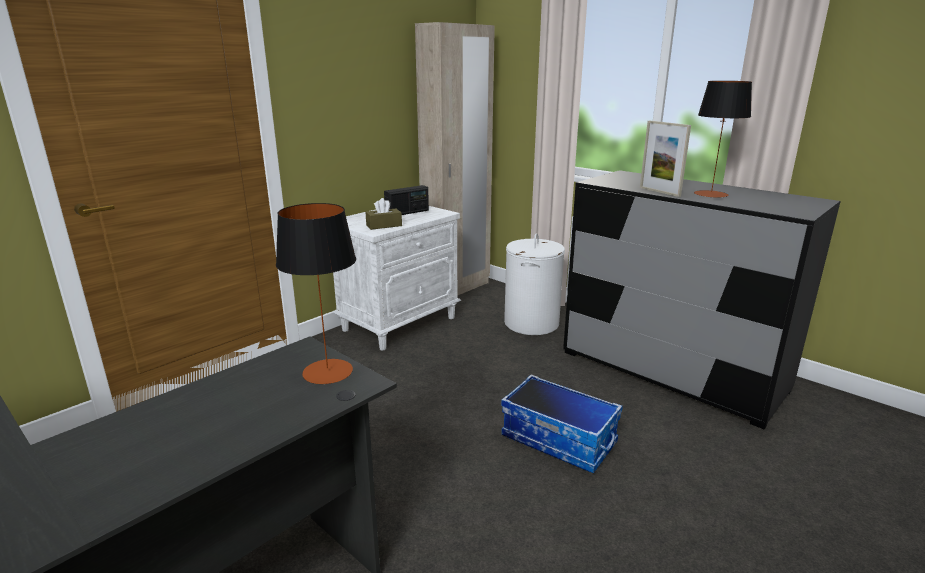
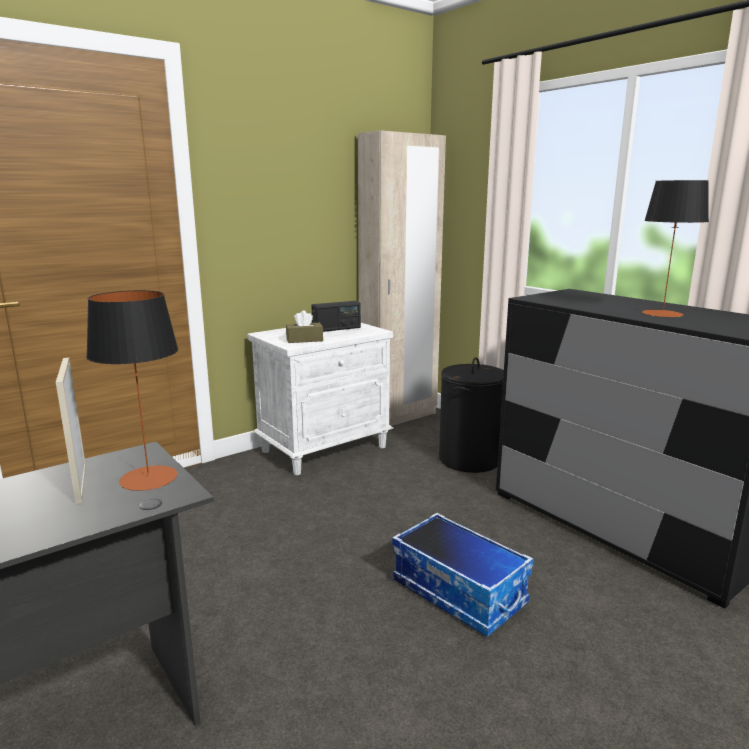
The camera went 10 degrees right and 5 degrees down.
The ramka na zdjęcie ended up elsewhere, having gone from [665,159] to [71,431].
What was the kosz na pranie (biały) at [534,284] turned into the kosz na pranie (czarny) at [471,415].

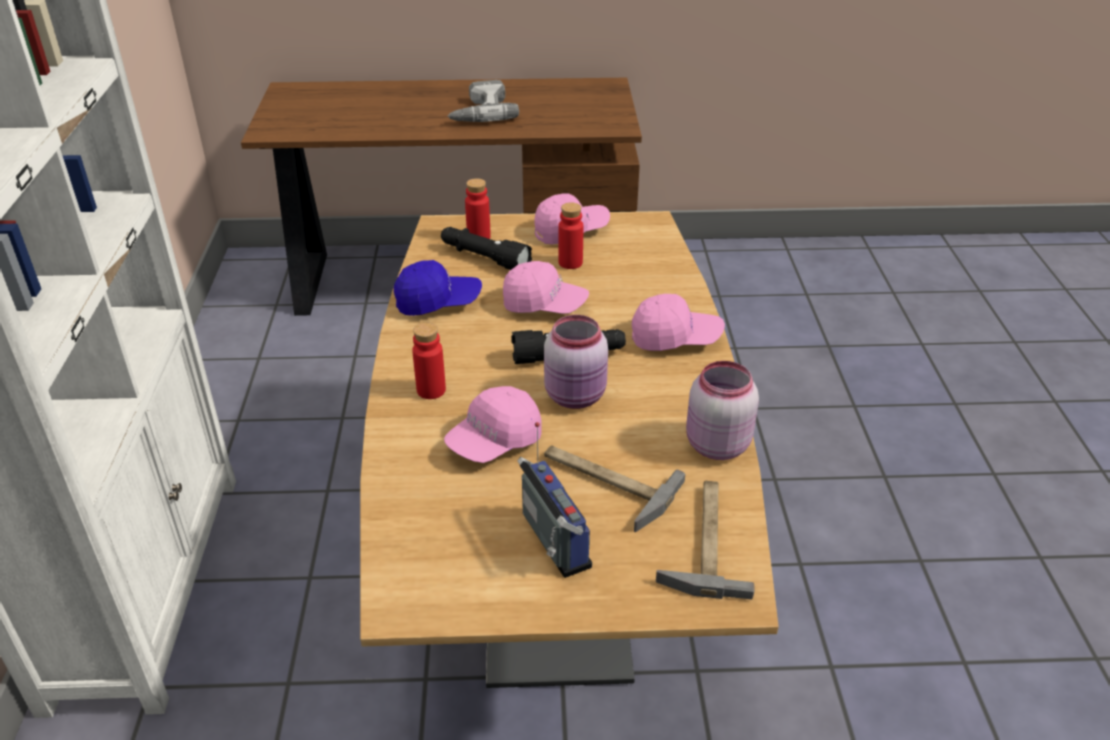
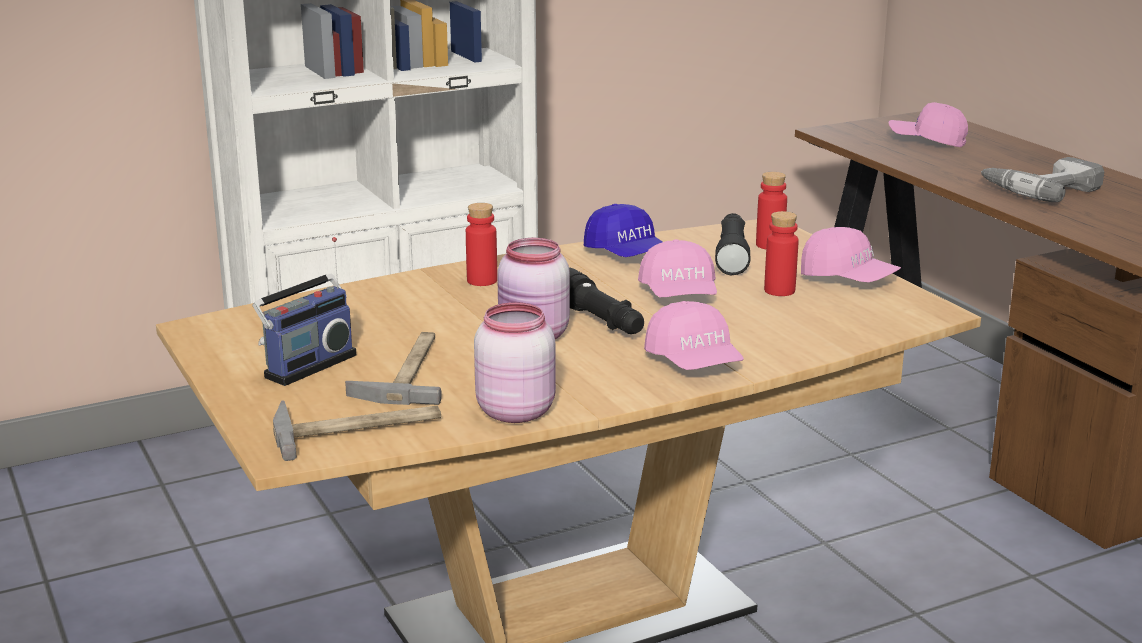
The camera went 65 degrees right and 15 degrees down.
The czapka z daszkiem (różowy) ended up elsewhere, having gone from [493,424] to [928,124].

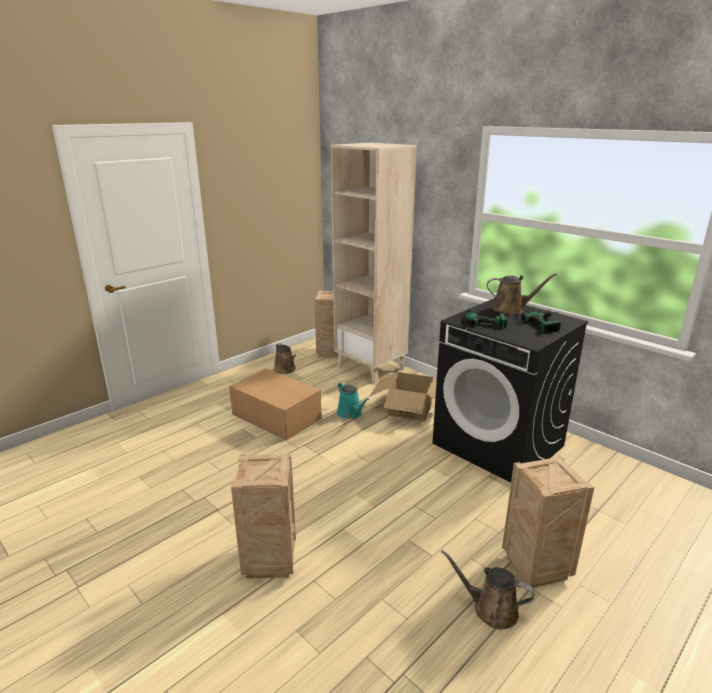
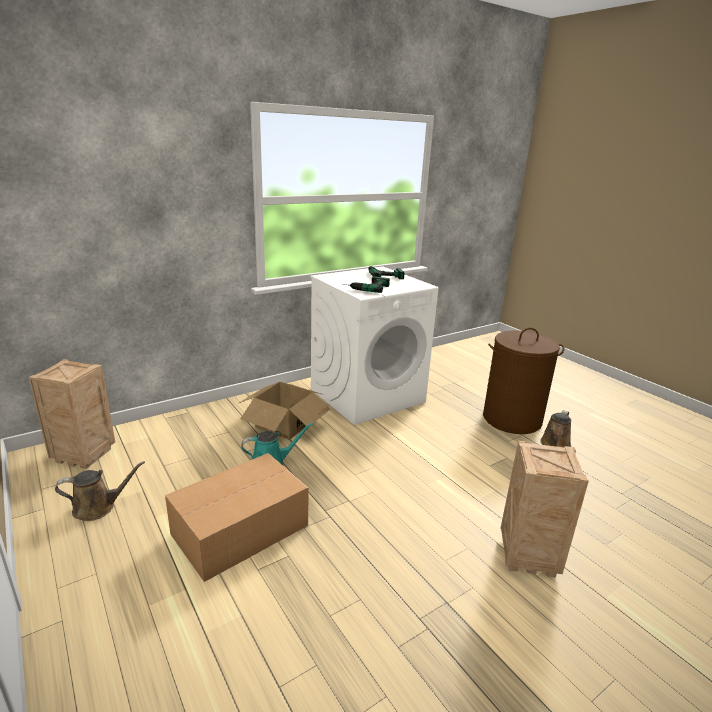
The camera went 80 degrees left and 0 degrees up.
What was the pralka (czarny) at [510,391] turned into the pralka (biały) at [374,345].
Where the skrzynka stood at [548,521], the kosz na pranie (brązowy) came to stand at [524,381].
The second view lost the regał (beżowy) at [374,263].
The second view lost the konewka (brązowy) at [522,293].

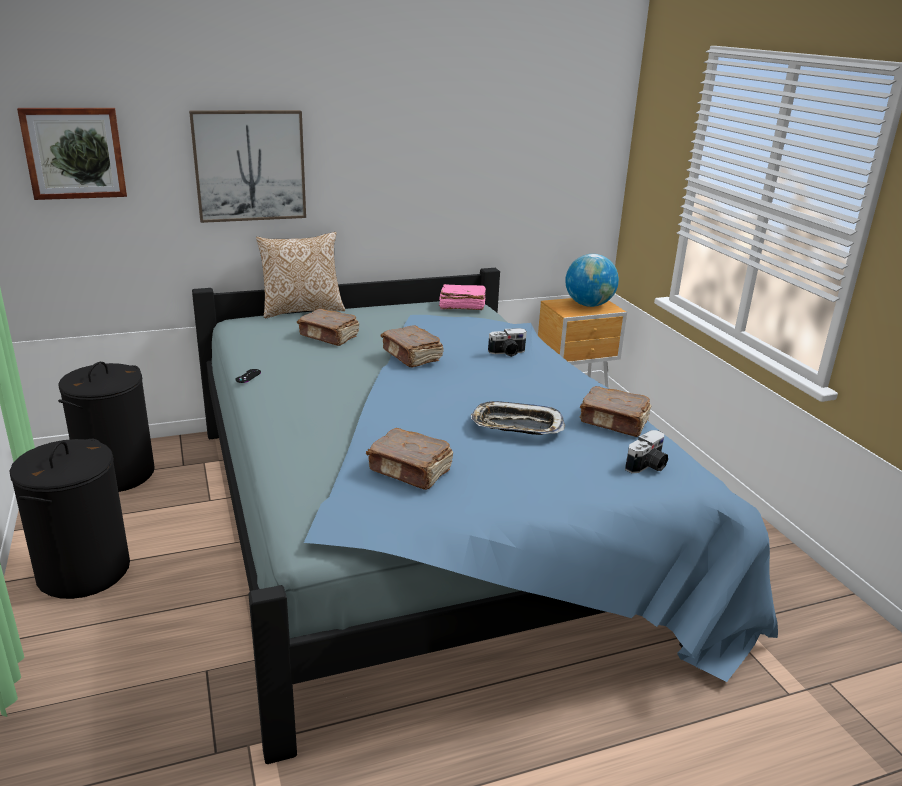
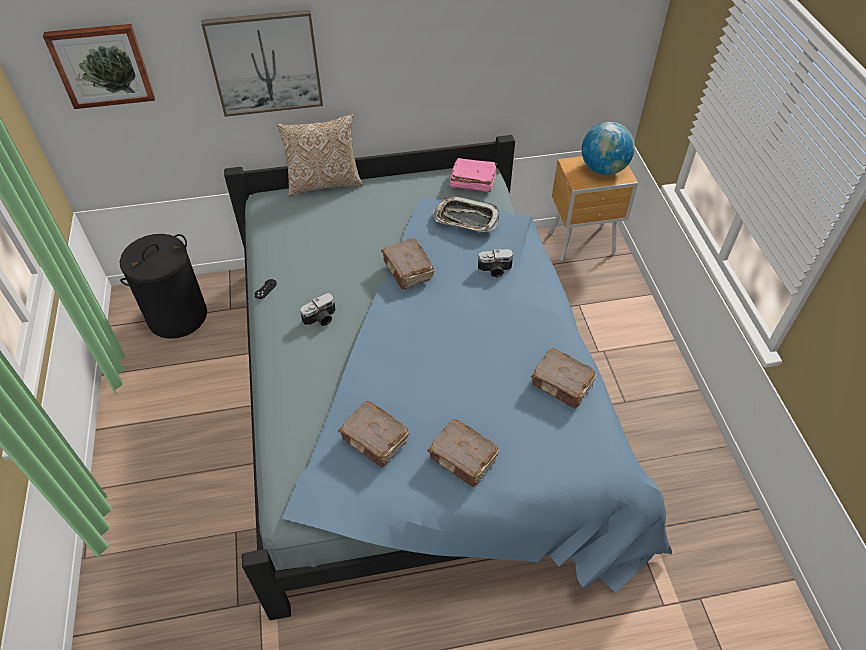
The camera went 10 degrees right and 25 degrees up.
The aparat fotograficzny ended up elsewhere, having gone from [646,451] to [318,309].
The książka (brązowy) ended up elsewhere, having gone from [328,327] to [463,453].
The taca ended up elsewhere, having gone from [518,418] to [466,214].
The second view lost the kosz na pranie (czarny) at [69,519].

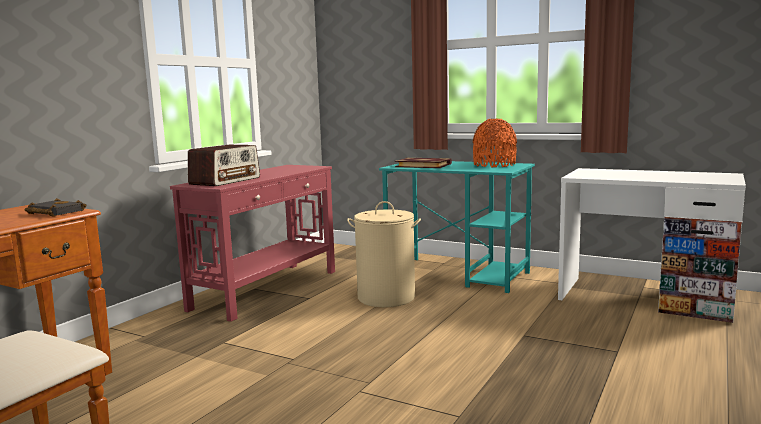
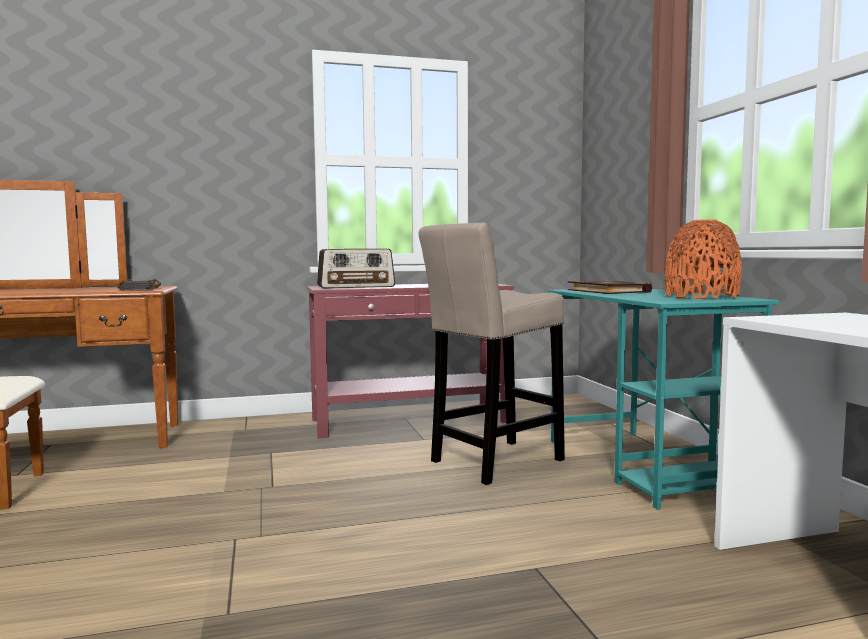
The camera went 45 degrees right and 5 degrees down.
Where the kosz na pranie (beżowy) stood at [384,254], the stołek (beżowy) came to stand at [492,354].

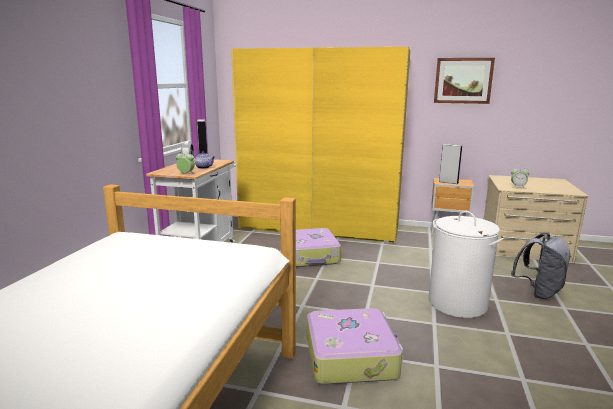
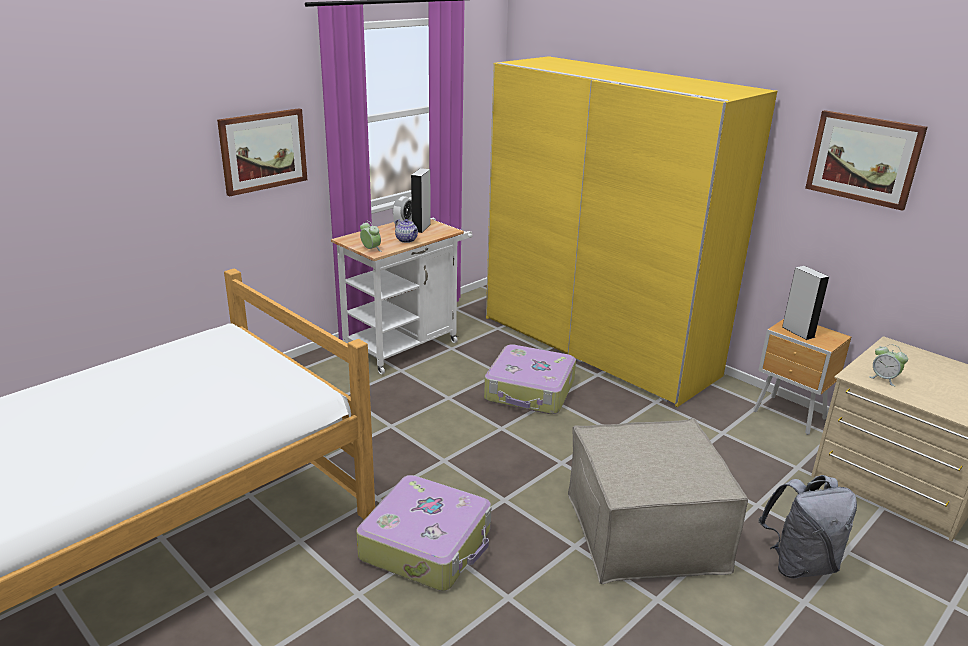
The camera went 30 degrees right and 10 degrees up.
The second view gained the obraz at [262,152].
Where the kosz na pranie (biały) stood at [467,264], the pufa (beżowy) came to stand at [658,501].

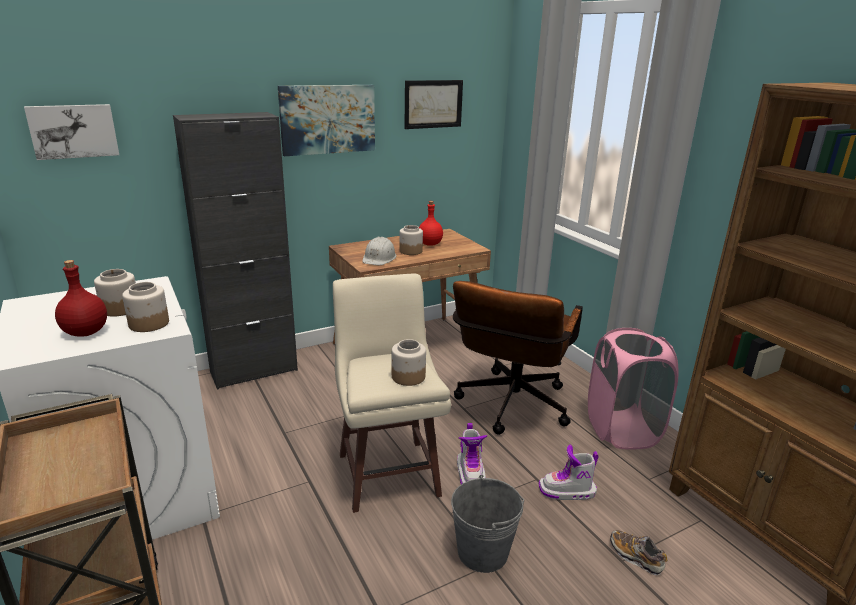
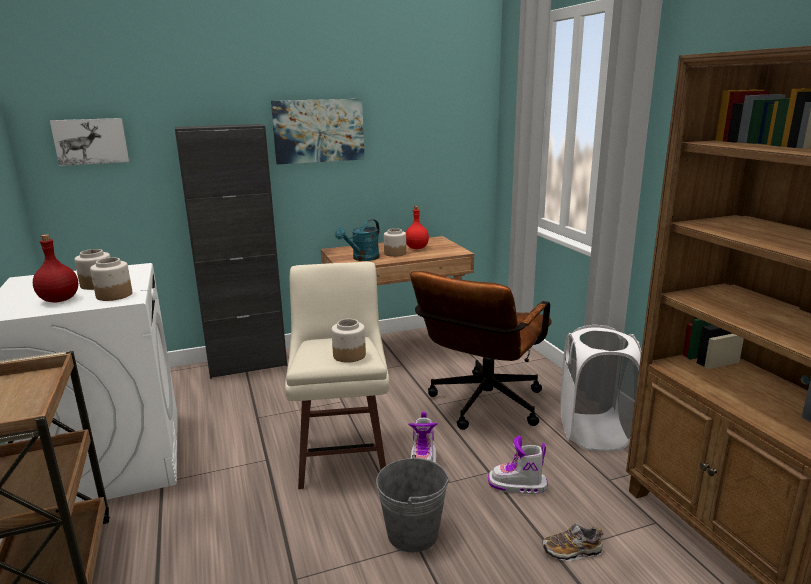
The camera went 10 degrees right and 5 degrees down.
Where the kask (biały) stood at [379,251], the konewka (turkusowy) came to stand at [357,240].
The but at [639,552] ended up facing another way, 60 degrees counterclockwise from before.
What was the kosz na pranie (różowy) at [633,389] turned into the kosz na pranie (biały) at [601,388].
The second view lost the obraz at [433,104].

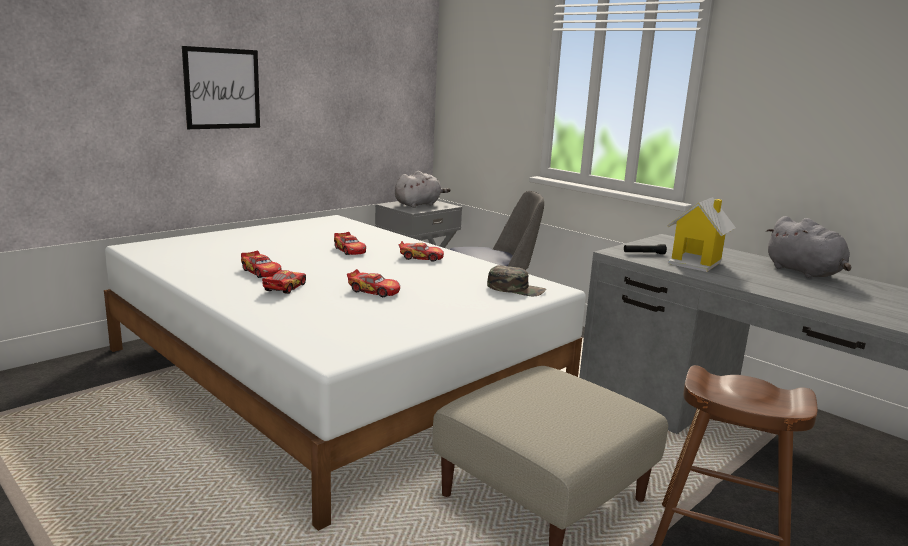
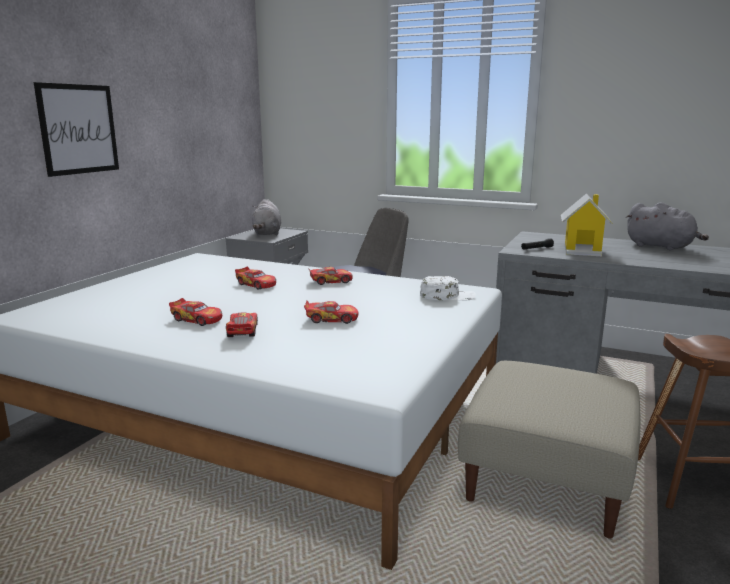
The camera went 20 degrees left and 0 degrees up.
The pluszak (szary) at [423,189] ended up facing another way, 150 degrees clockwise from before.
What was the czapka z daszkiem (zielony) at [516,280] turned into the czapka z daszkiem (biały) at [448,288].

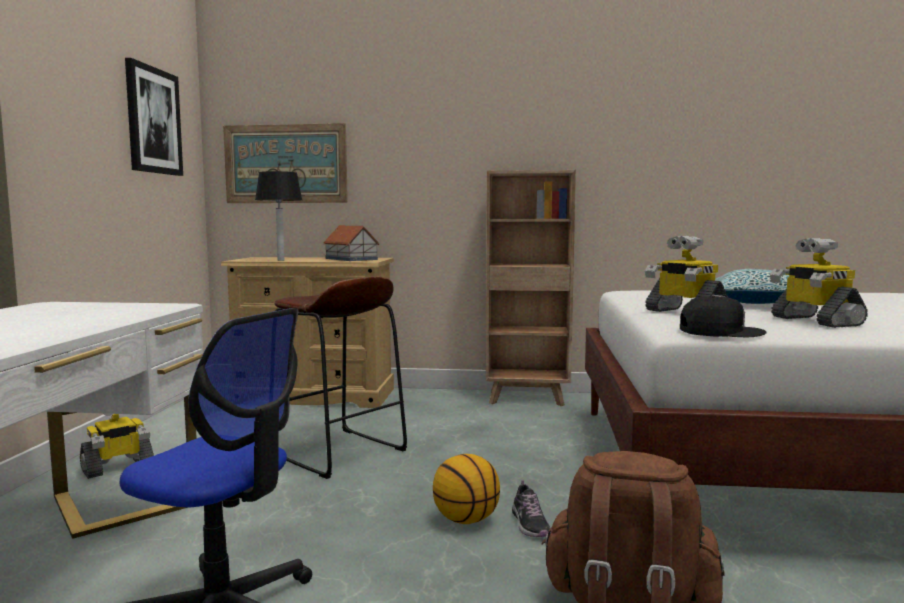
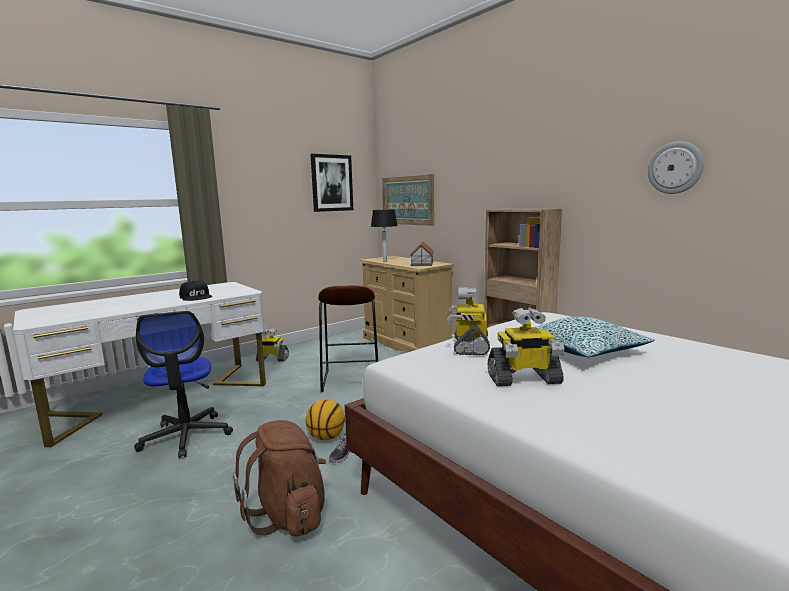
The camera went 45 degrees right and 5 degrees up.
The czapka z daszkiem (czarny) ended up elsewhere, having gone from [723,316] to [195,291].
The robot zabawkowy at [819,283] ended up facing another way, 120 degrees counterclockwise from before.
The second view gained the zegar ścienny at [676,167].

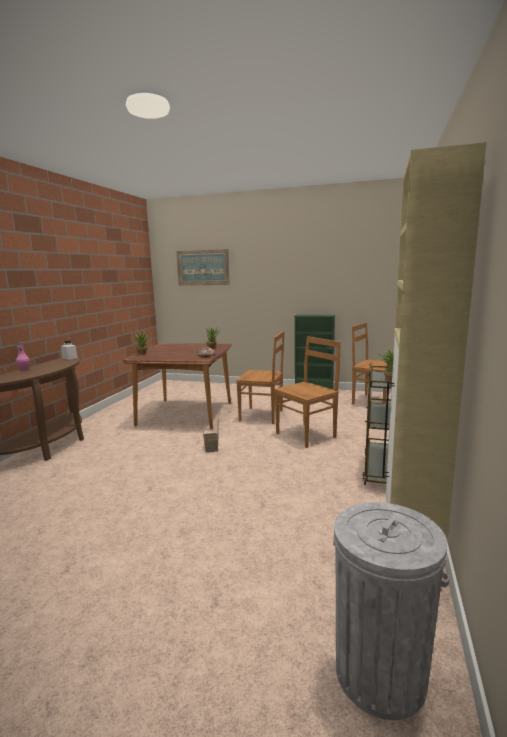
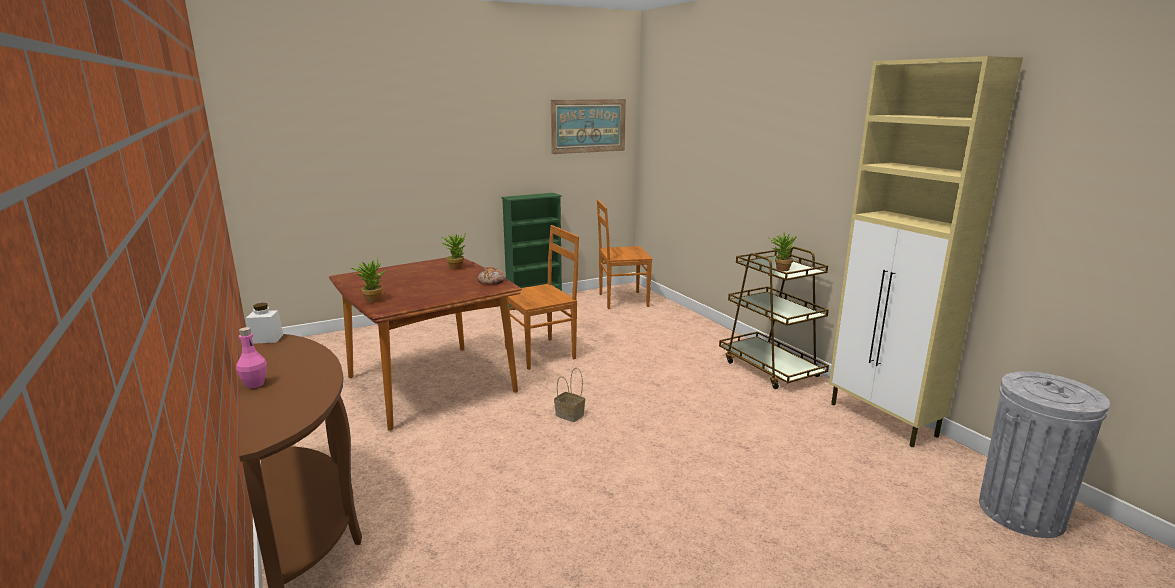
The camera went 45 degrees left and 5 degrees up.
The obraz ended up elsewhere, having gone from [203,267] to [588,126].
The second view lost the krzesło (brązowy) at [307,392].

